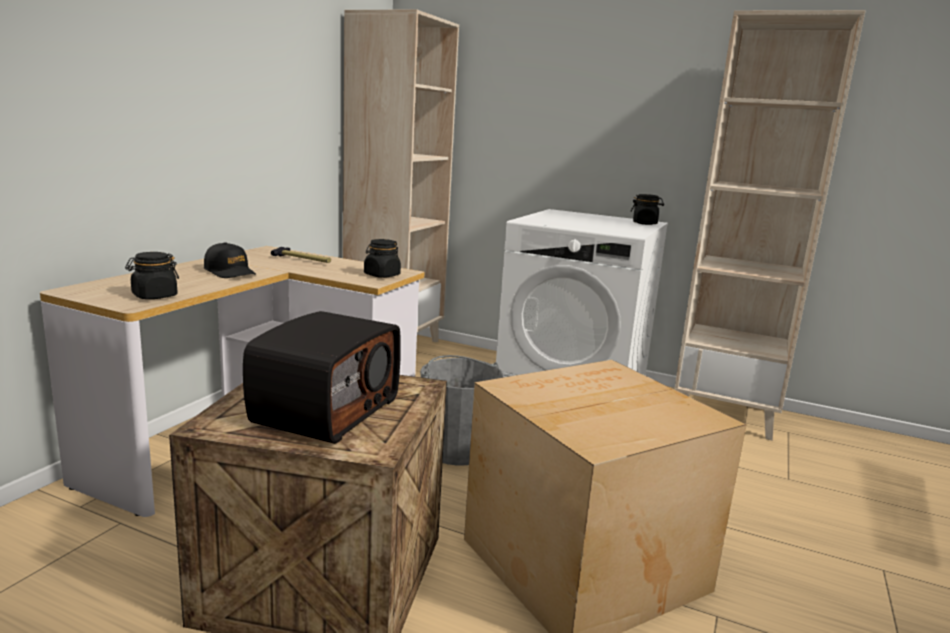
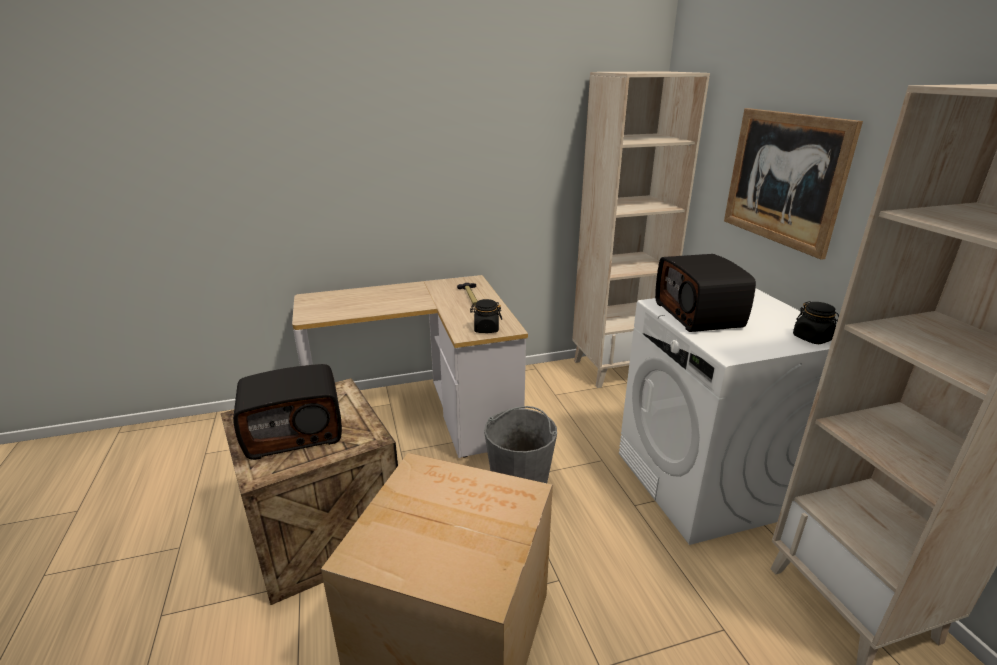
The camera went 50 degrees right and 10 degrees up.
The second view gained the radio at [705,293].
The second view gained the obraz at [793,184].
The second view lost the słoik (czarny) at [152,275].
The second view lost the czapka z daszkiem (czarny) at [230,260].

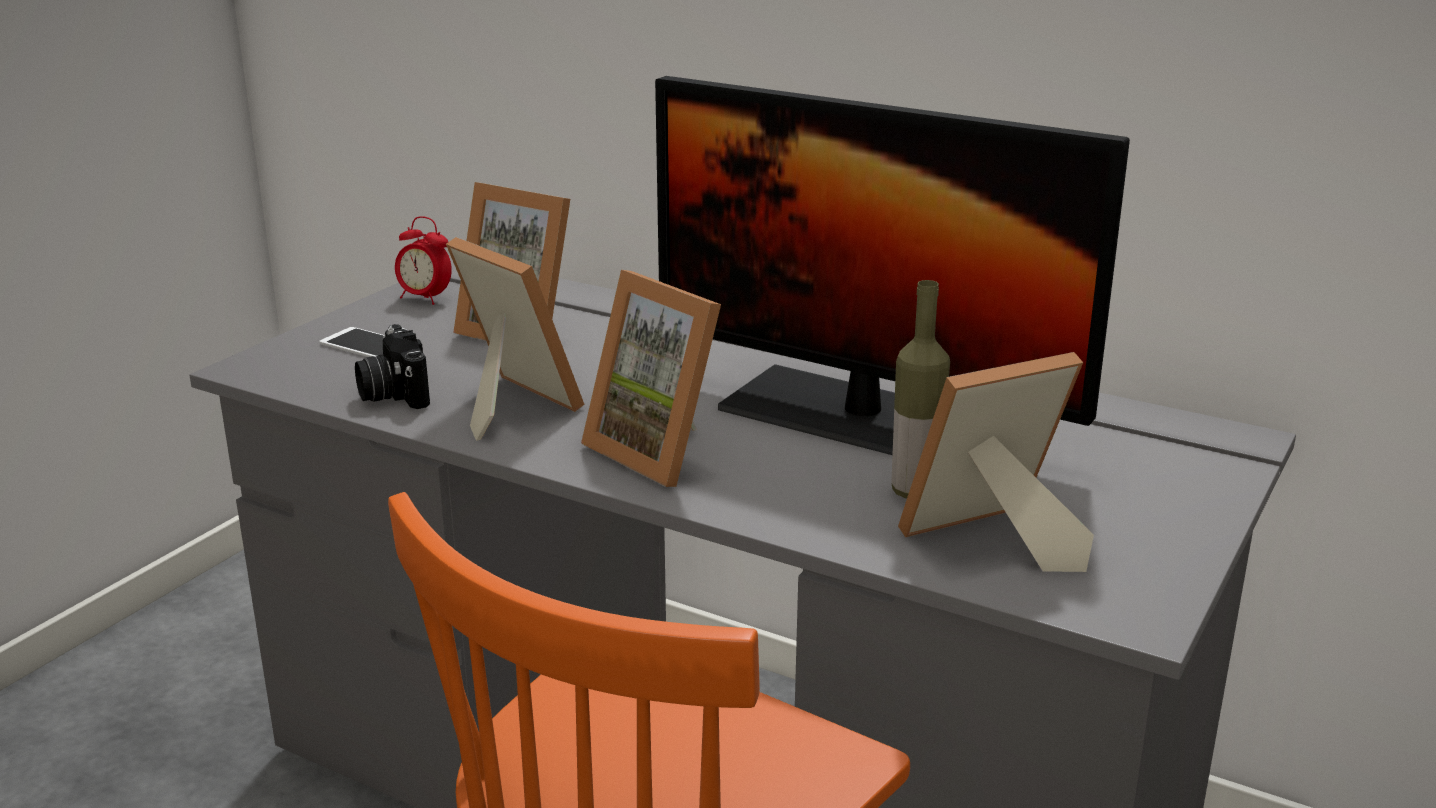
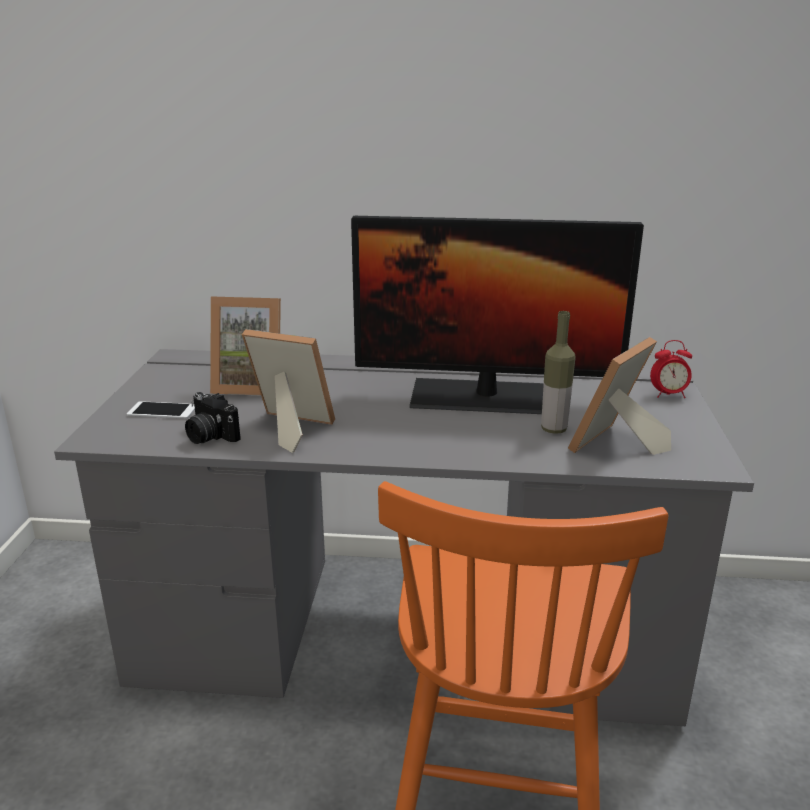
The camera went 25 degrees left and 0 degrees up.
The budzik ended up elsewhere, having gone from [423,260] to [671,369].
The second view lost the ramka na zdjęcie at [651,378].

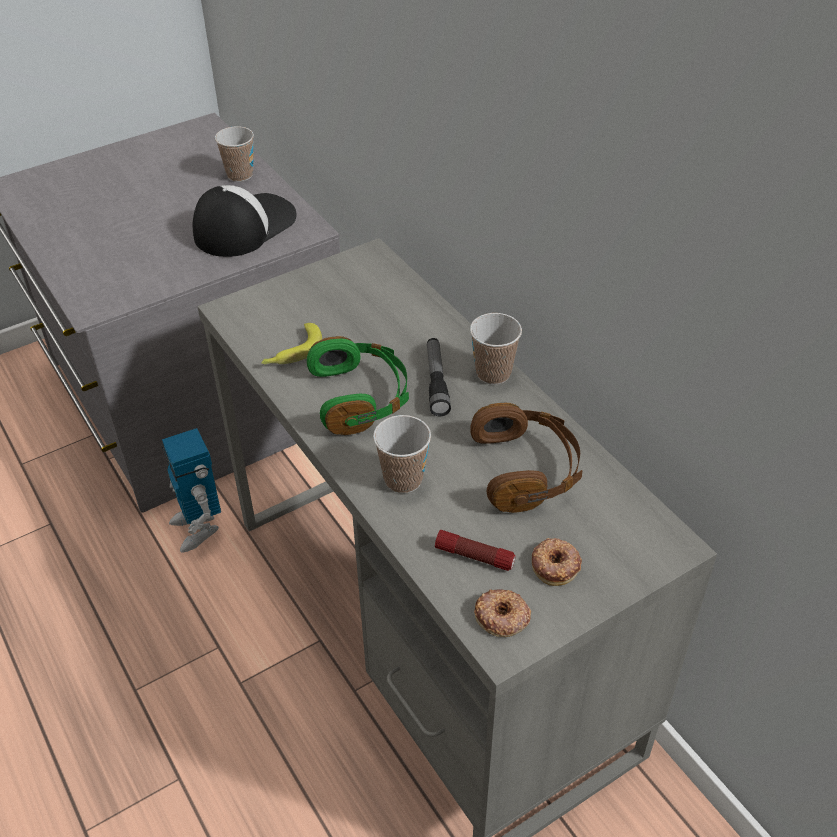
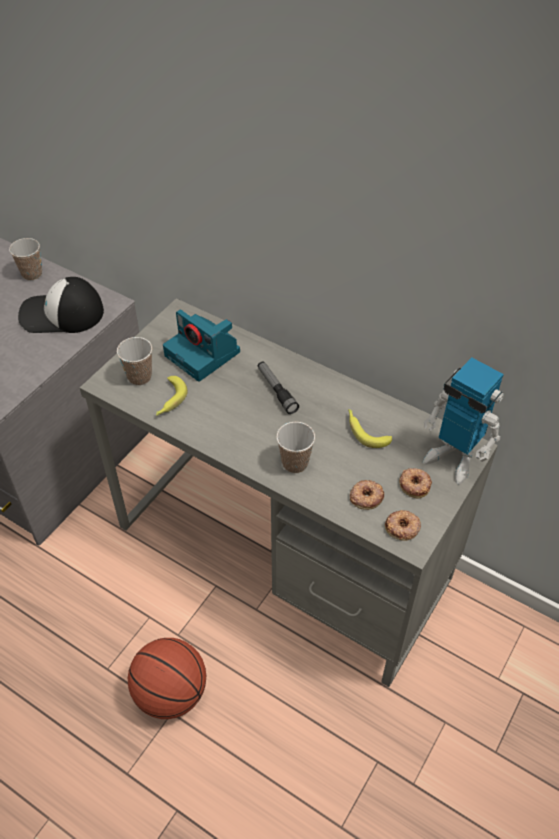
The camera went 25 degrees left and 5 degrees up.
The czapka z daszkiem at [245,221] ended up facing another way, 105 degrees counterclockwise from before.
The filiżanka ended up elsewhere, having gone from [496,349] to [134,361].
The second view gained the piłka do koszykówki at [167,678].
The second view gained the aparat fotograficzny at [201,346].
Where the słuchawki (brązowy) stood at [527,458], the banan came to stand at [370,428].
Where the latarka stood at [475,550], the donut came to stand at [367,495].
The robot zabawkowy ended up elsewhere, having gone from [191,490] to [463,421].
The second view lost the słuchawki (zielony) at [358,385].

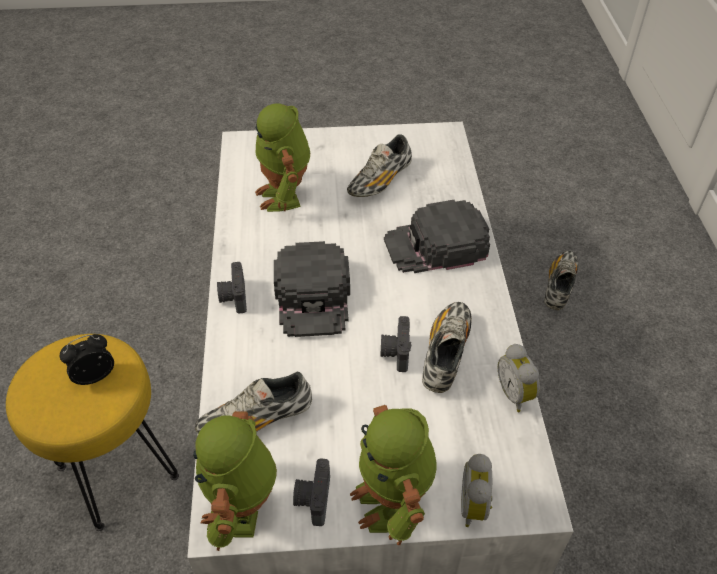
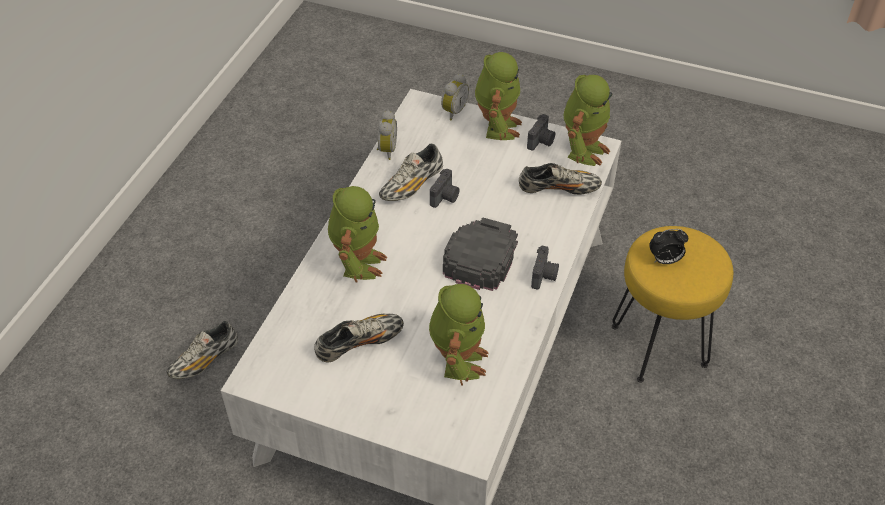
The camera went 155 degrees left and 0 degrees up.
Where the czapka z daszkiem (czarny) stood at [437,236], the robot zabawkowy came to stand at [357,234].

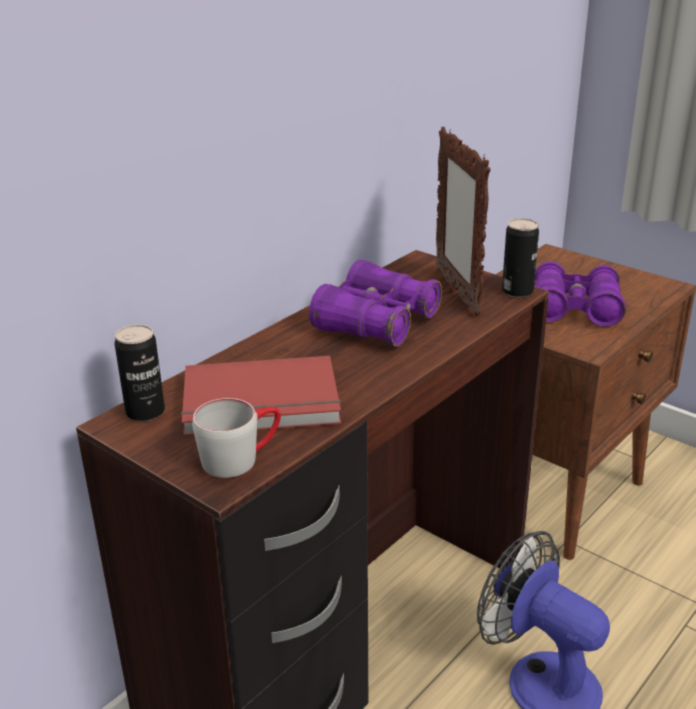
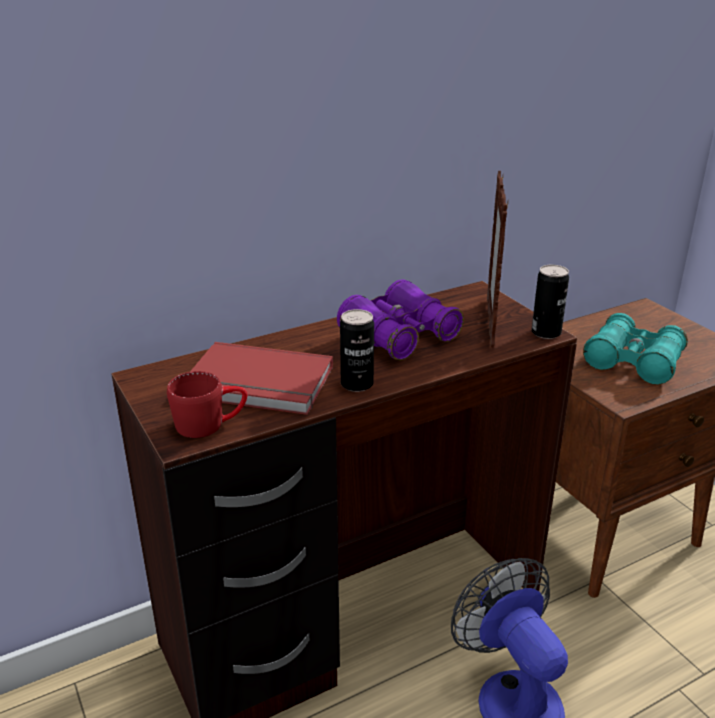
The camera went 20 degrees right and 0 degrees up.
What was the kubek (szary) at [236,438] turned into the kubek (czerwony) at [207,404].
The puszka ended up elsewhere, having gone from [139,373] to [357,350].
What was the lornetka (fioletowy) at [580,294] turned into the lornetka (turkusowy) at [635,349].

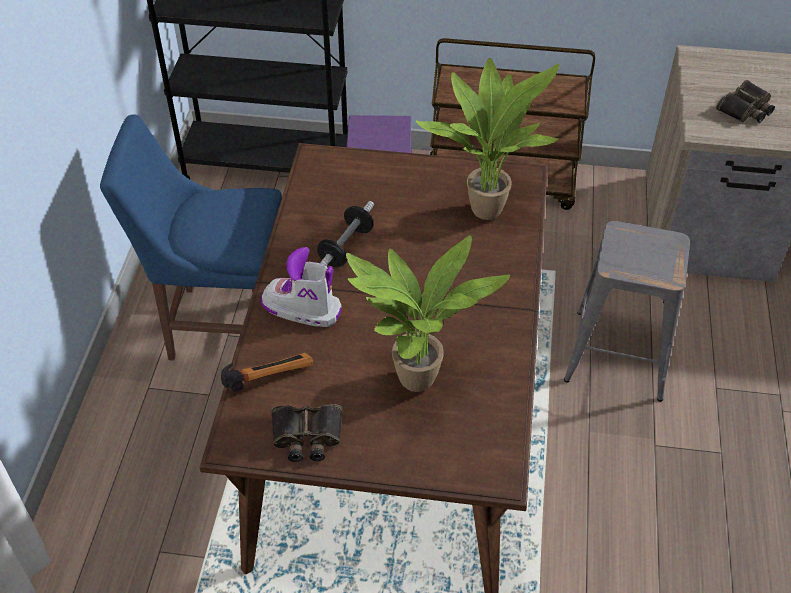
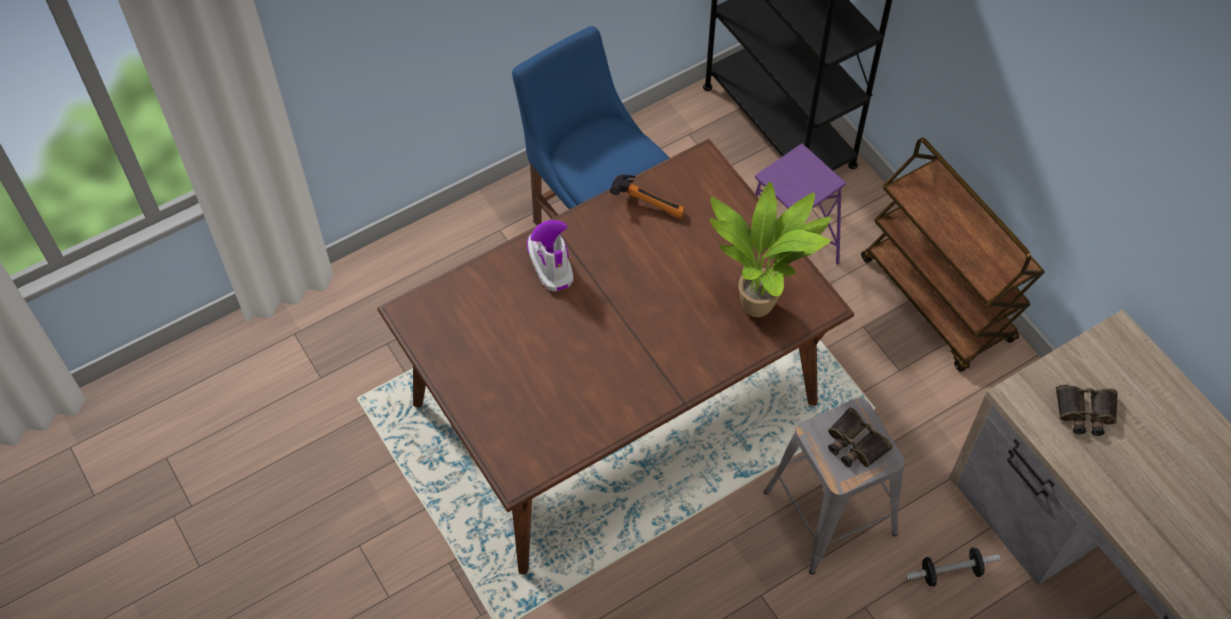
The camera went 50 degrees right and 10 degrees up.
The młotek ended up elsewhere, having gone from [267,372] to [647,197].
The lornetka ended up elsewhere, having gone from [307,433] to [860,437].
The hantel ended up elsewhere, having gone from [345,234] to [953,567].
The second view lost the roślina doniczkowa at [428,313].

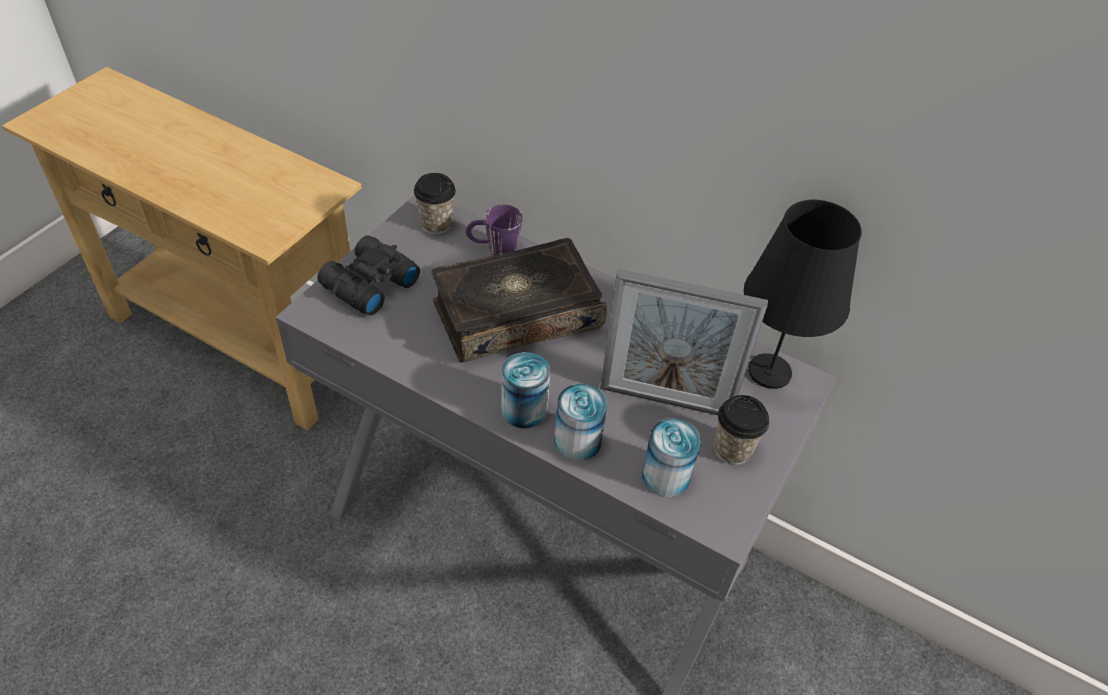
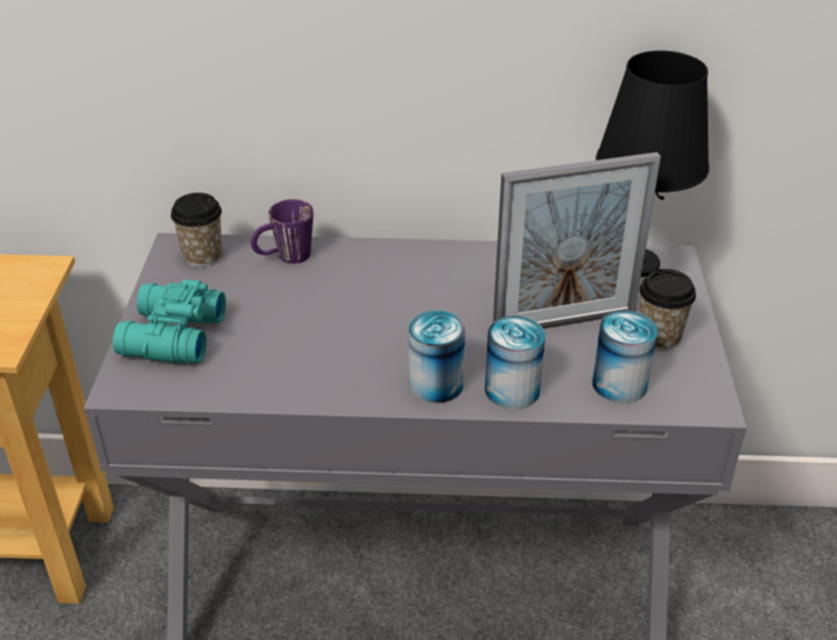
The camera went 25 degrees left and 10 degrees down.
What was the lornetka (czarny) at [368,275] turned into the lornetka (turkusowy) at [169,322].
The second view lost the książka at [519,300].

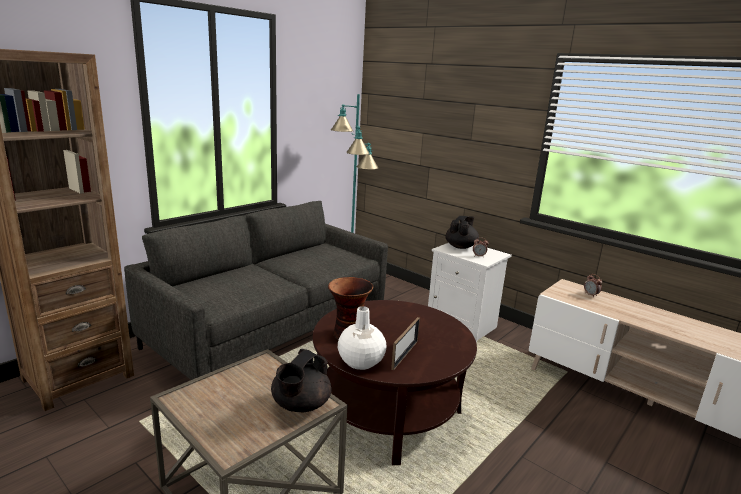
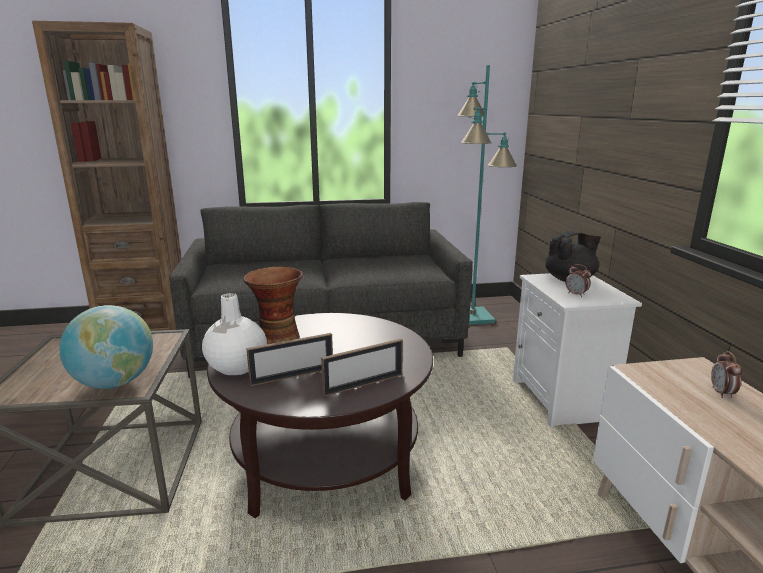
The camera went 40 degrees right and 0 degrees up.
Where the imbryk (czarny) stood at [301,380], the globus came to stand at [106,347].
The second view gained the ramka na zdjęcie at [362,368].

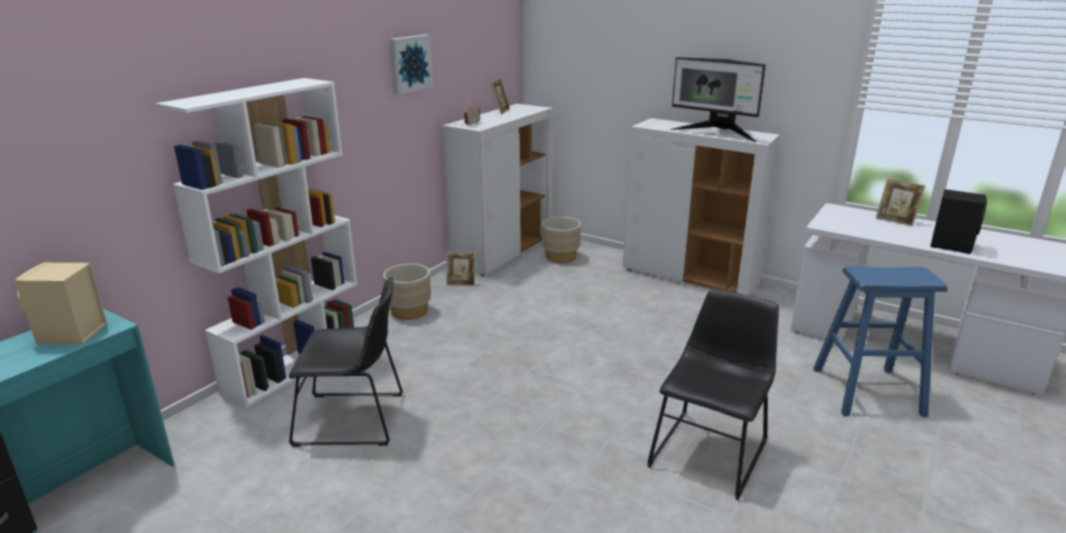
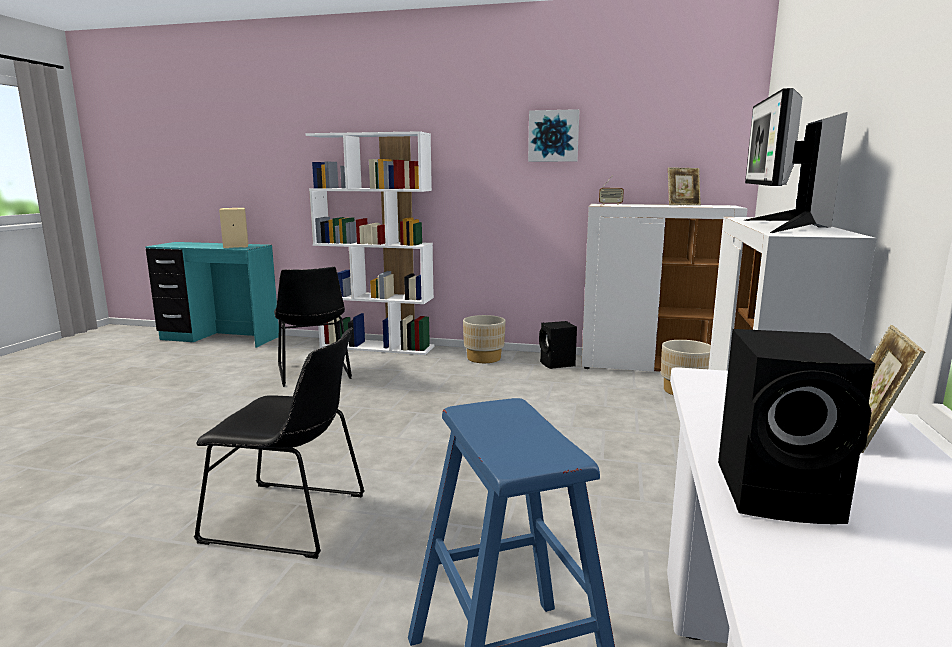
The camera went 70 degrees right and 10 degrees down.
Where the ramka na zdjęcie stood at [461,269], the głośnik (czarny) came to stand at [558,345].

